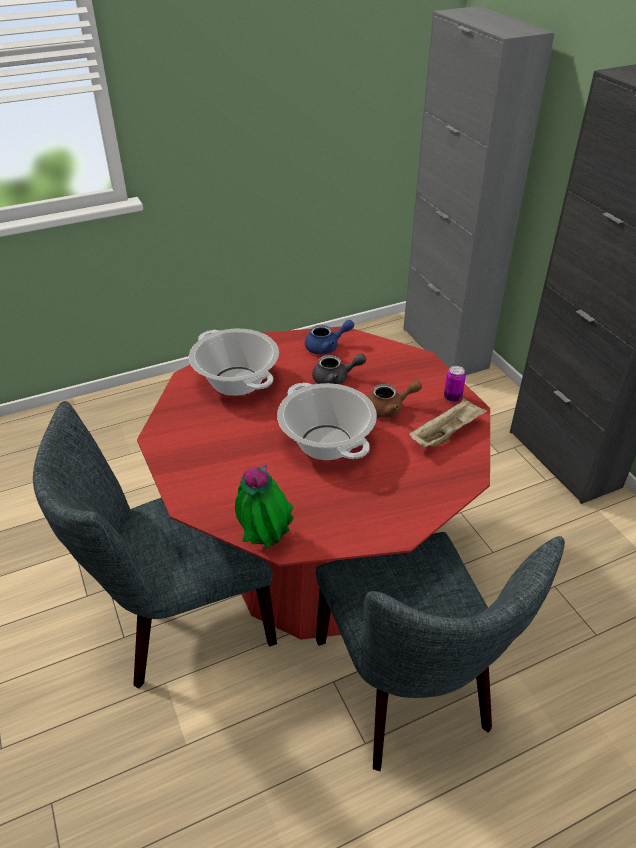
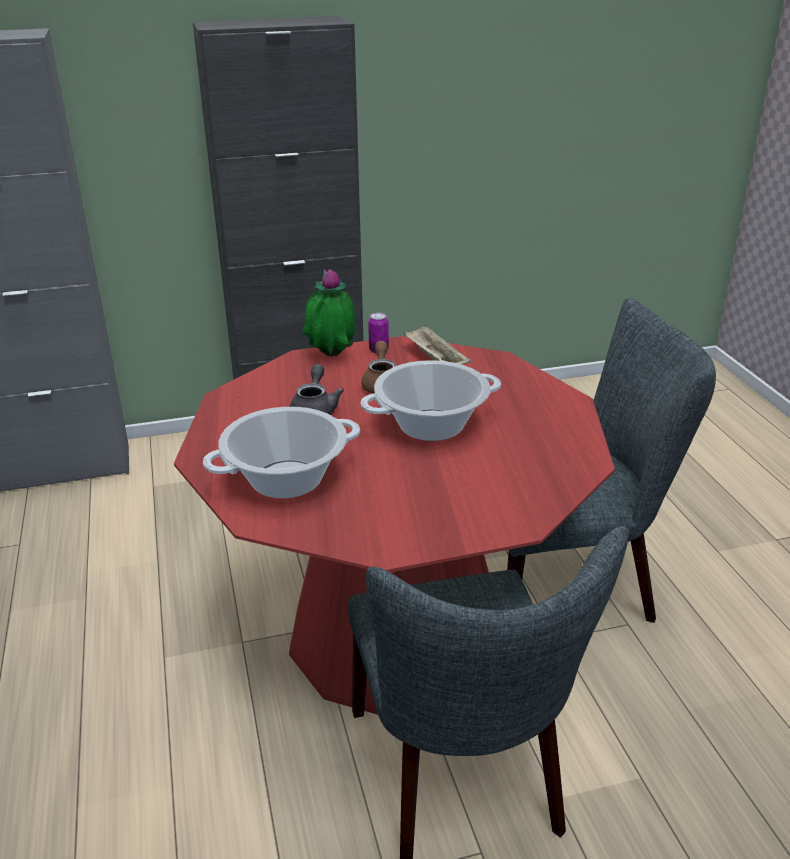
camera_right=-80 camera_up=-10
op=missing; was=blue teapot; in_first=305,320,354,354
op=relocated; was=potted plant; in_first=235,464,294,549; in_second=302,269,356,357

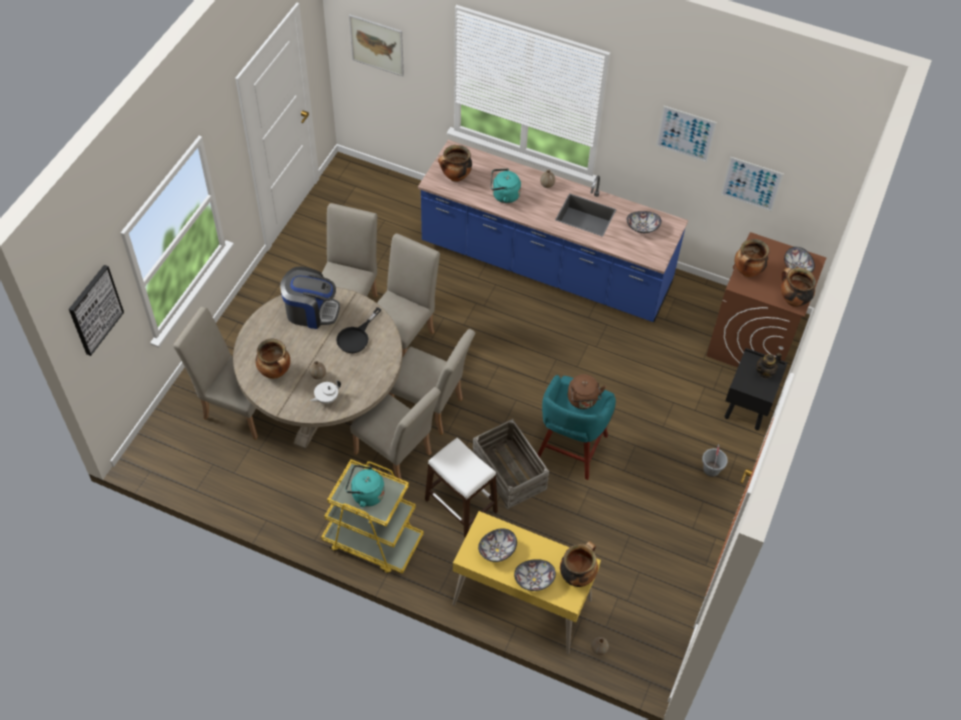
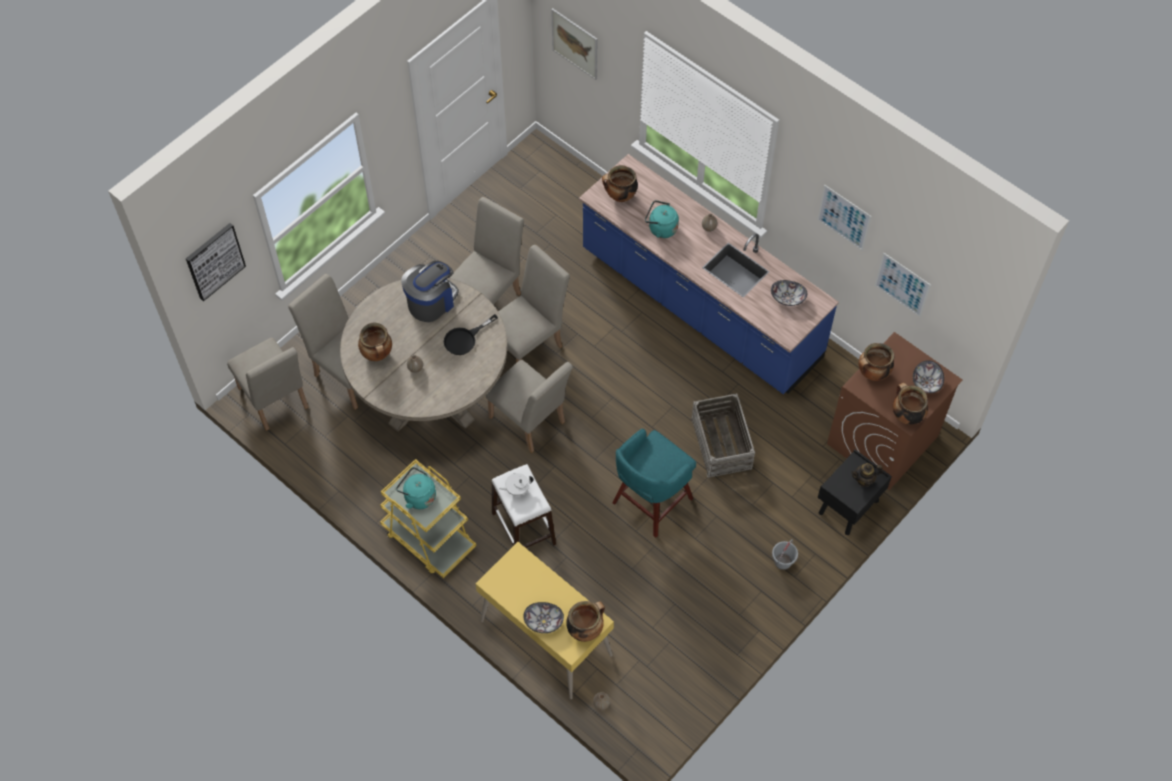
camera_right=20 camera_up=5
op=spun; was=coffee machine; in_first=280,267,340,329; in_second=401,261,459,322; clockwise=-75
op=missing; was=brown kettle; in_first=568,374,606,409
op=relocated; was=white teapot; in_first=310,381,341,404; in_second=499,473,534,496
op=relocated; was=beige chair; in_first=350,387,441,483; in_second=227,338,309,431
op=relocated; was=crate; in_first=473,419,549,509; in_second=691,393,755,478
op=missing; was=bowl; in_first=478,528,517,562

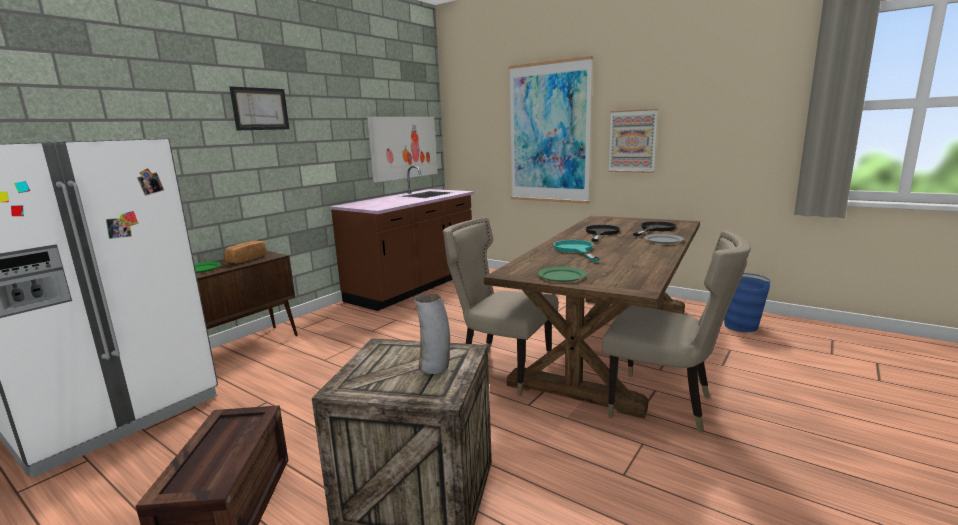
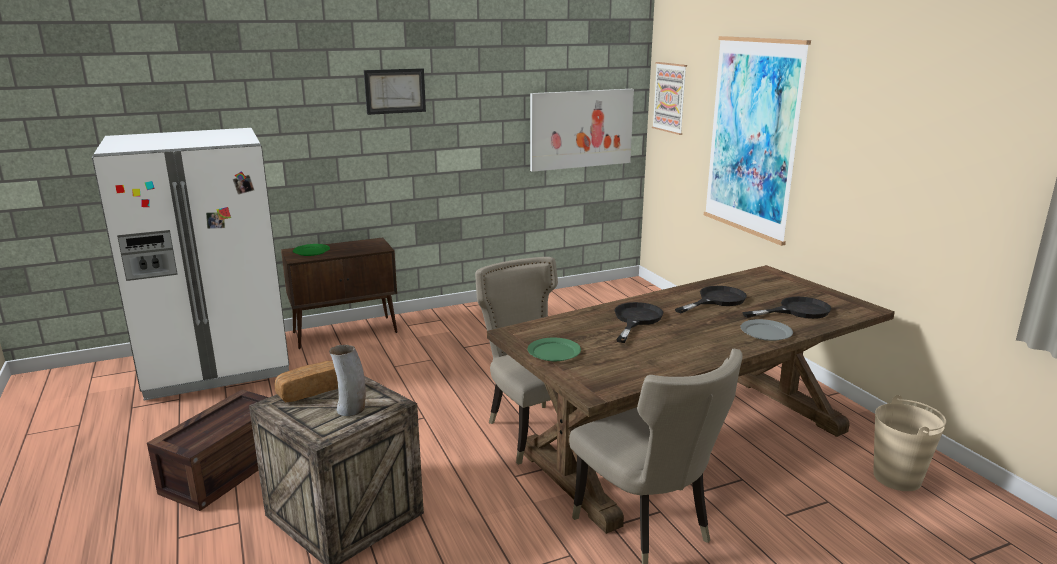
camera_right=30 camera_up=5
op=relocated; was=picture; in_first=608,109,658,173; in_second=652,62,687,135
op=missing; was=brown counter; in_first=330,166,474,311
op=relocated; was=bread; in_first=224,240,267,263; in_second=275,361,338,402
op=colour; was=turquoise frying pan; now=black frying pan; in_first=554,240,599,262; in_second=614,302,663,343
op=colour; was=blue bucket; now=beige bucket; in_first=724,273,771,332; in_second=873,395,946,491

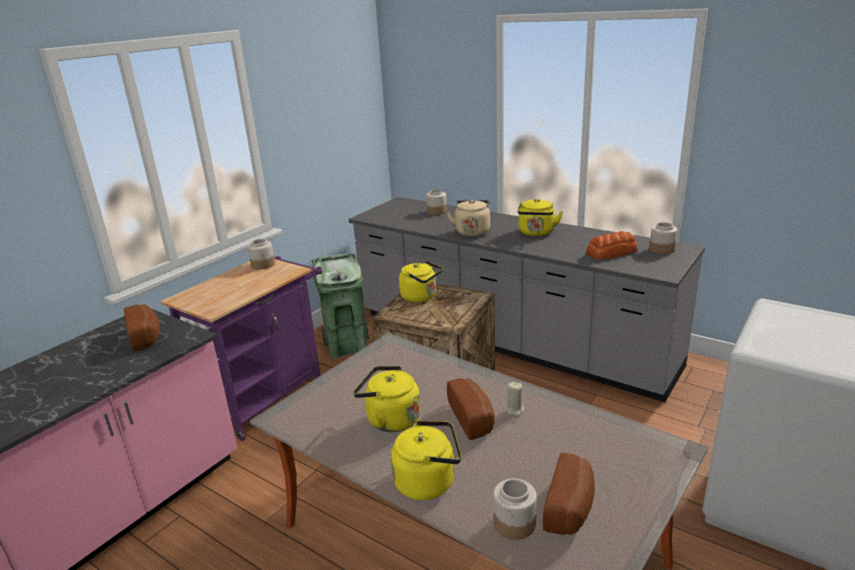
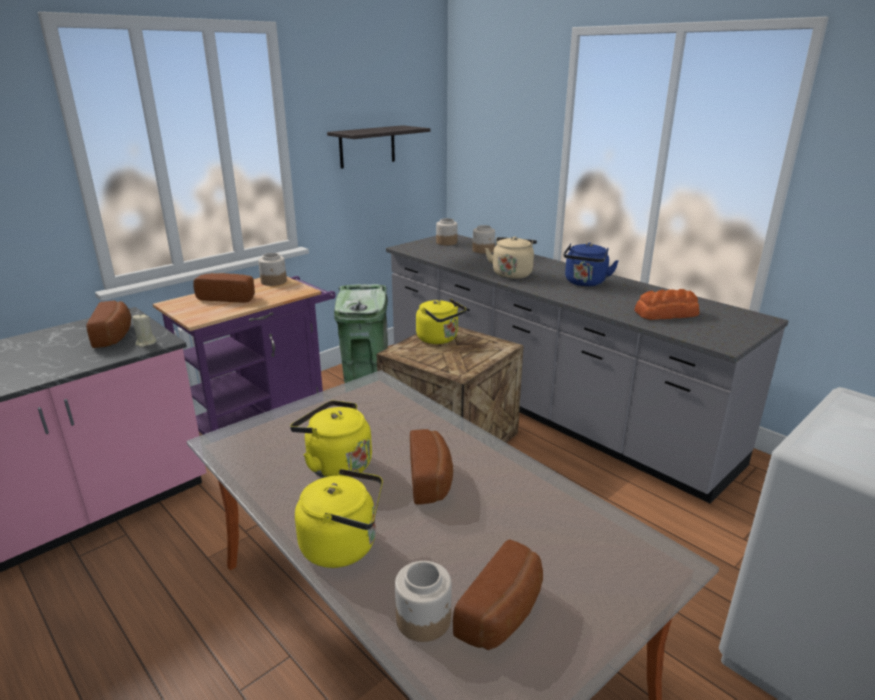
camera_right=10 camera_up=0
op=colour; was=yellow kettle; now=blue kettle; in_first=518,199,563,236; in_second=563,243,618,287
op=relocated; was=jar; in_first=649,222,677,254; in_second=436,218,458,246
op=relocated; was=beige candle; in_first=505,382,524,416; in_second=132,315,157,347
op=appeared; now=shelf; in_second=327,125,430,169
op=appeared; now=bread; in_second=193,273,255,303

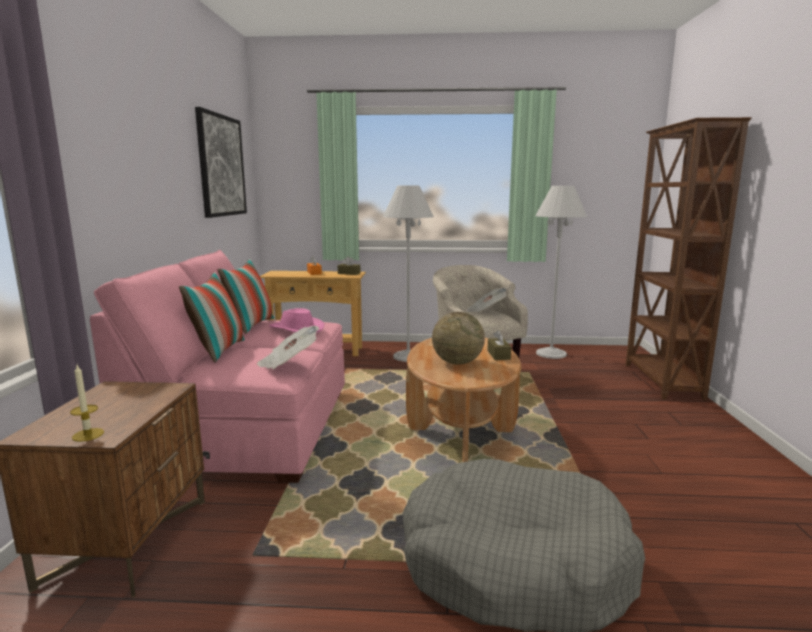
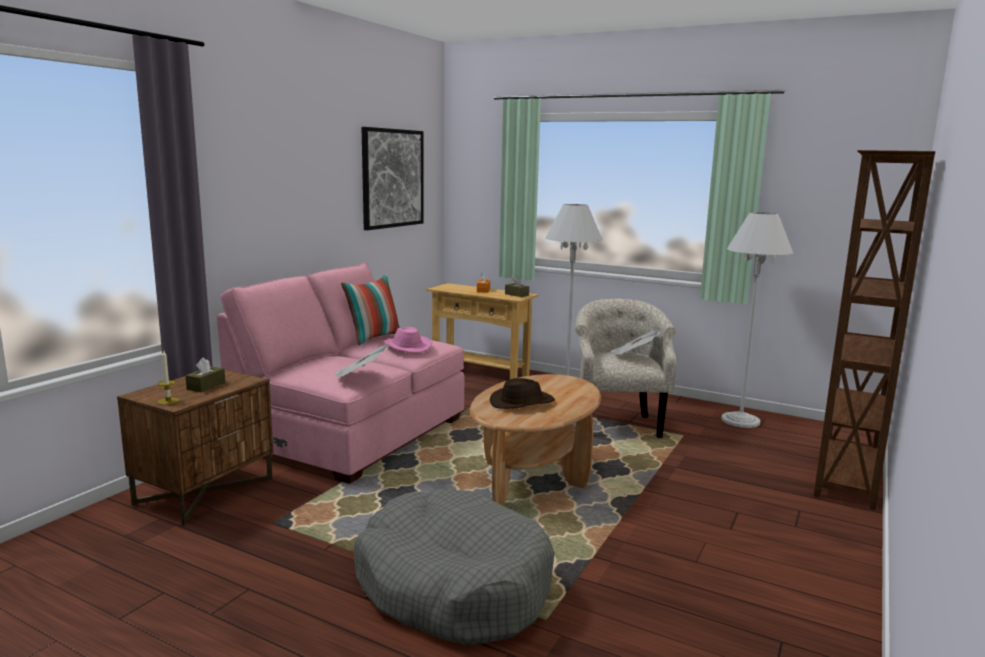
camera_right=25 camera_up=0
op=missing; was=pillow; in_first=179,272,245,362
op=exchanged; was=globe; now=brown hat; in_first=432,312,485,365; in_second=490,378,555,409
op=relocated; was=brown tissue box; in_first=487,330,511,360; in_second=185,357,225,392

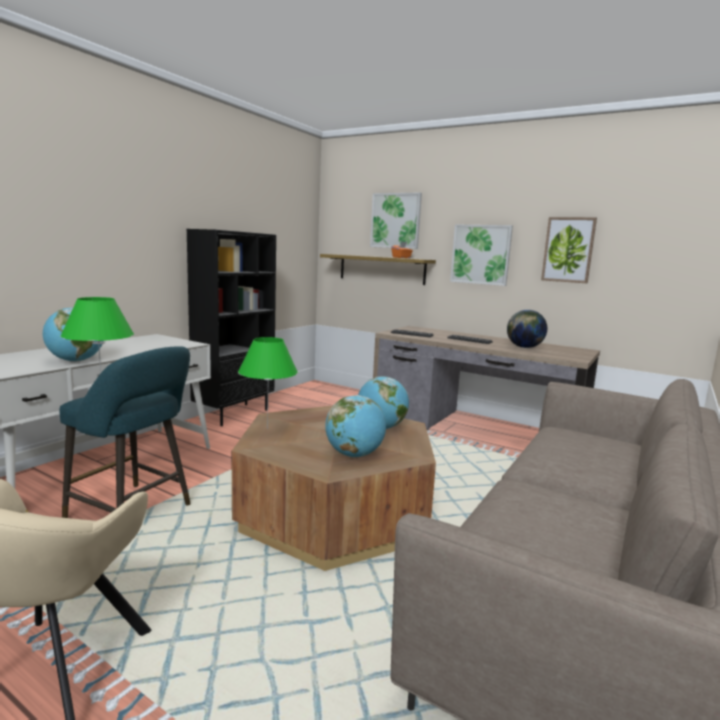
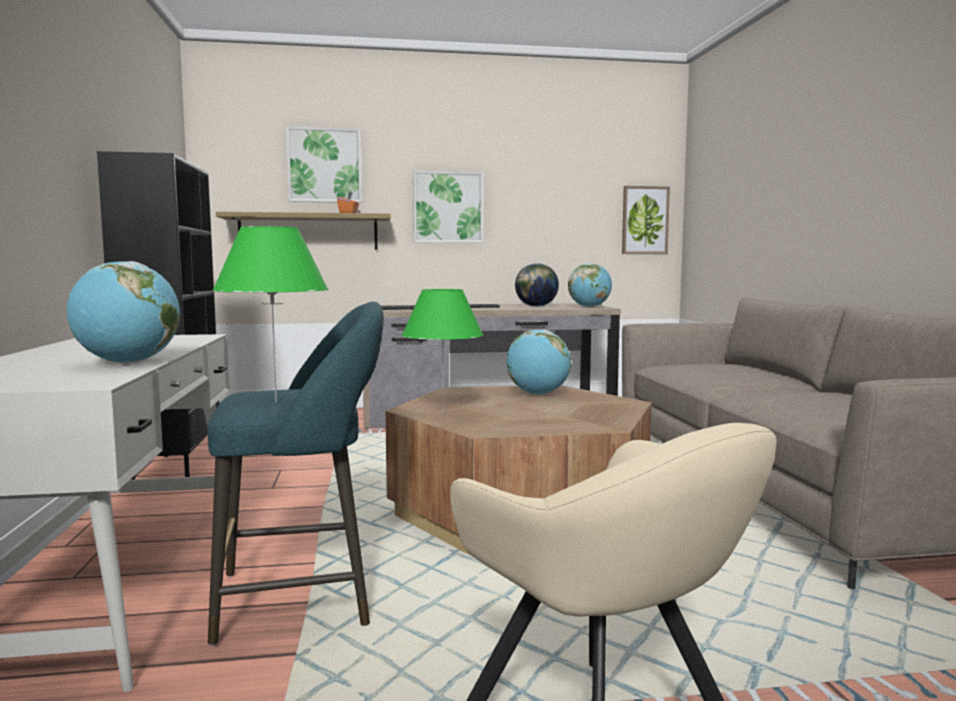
camera_right=-40 camera_up=-5
op=relocated; was=picture; in_first=541,217,597,283; in_second=622,186,670,254
op=relocated; was=globe; in_first=325,395,386,457; in_second=568,263,612,307

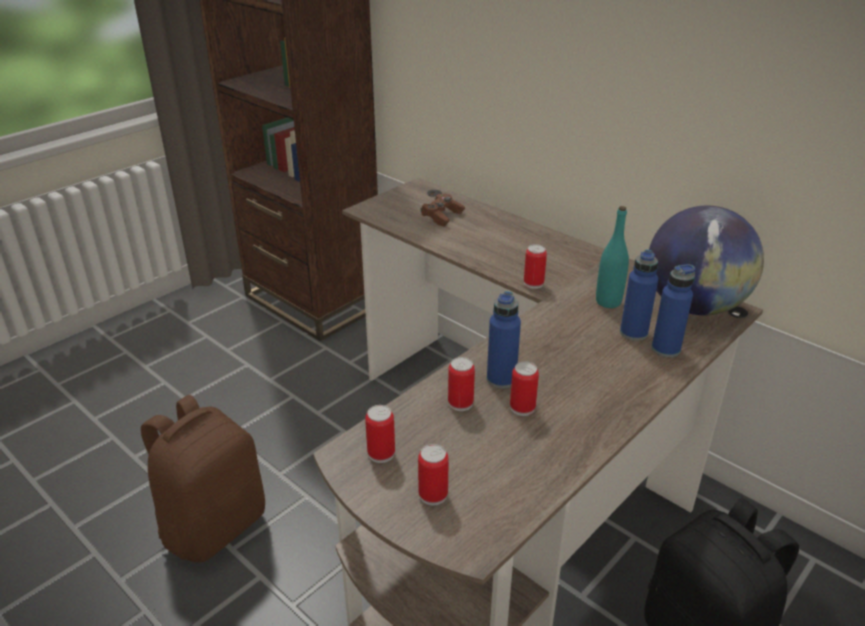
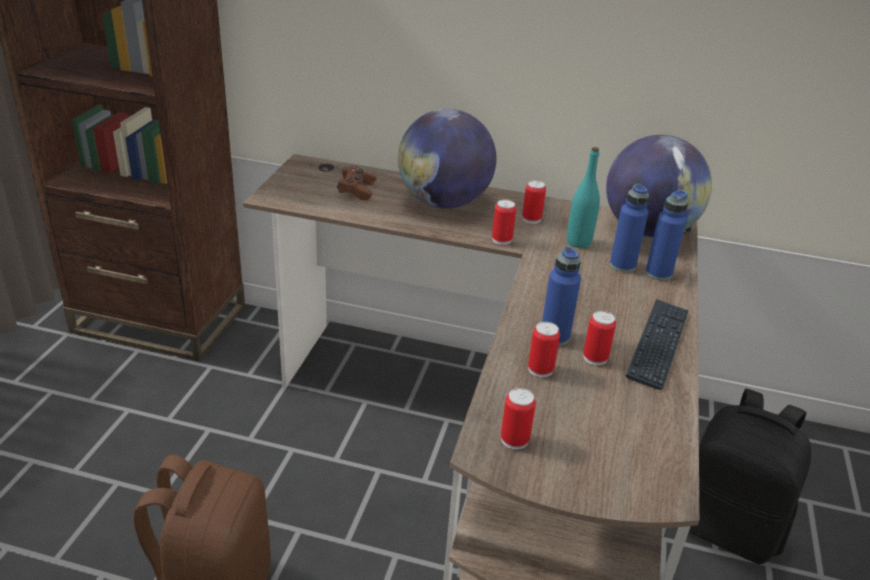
camera_right=-30 camera_up=0
op=relocated; was=can; in_first=418,444,449,505; in_second=522,180,546,224
op=appeared; now=globe; in_second=398,109,496,209
op=appeared; now=keyboard; in_second=626,299,689,390

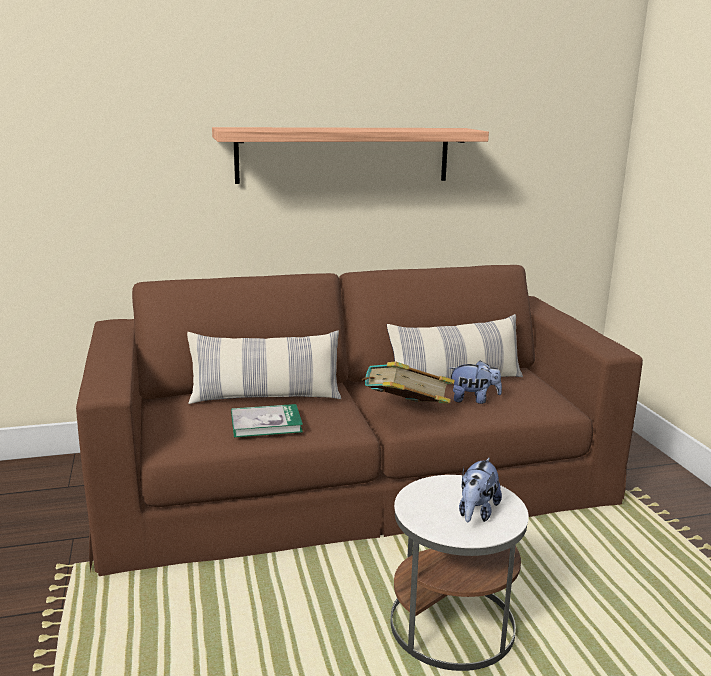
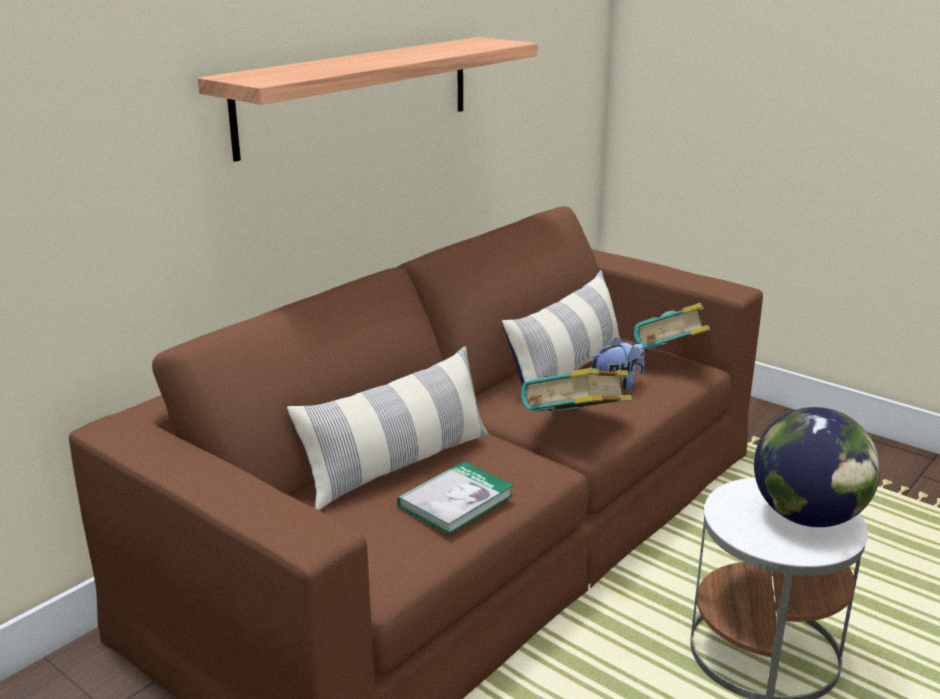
camera_right=-35 camera_up=5
op=exchanged; was=plush toy; now=globe; in_first=459,458,502,522; in_second=754,407,880,527
op=appeared; now=book; in_second=634,303,710,349

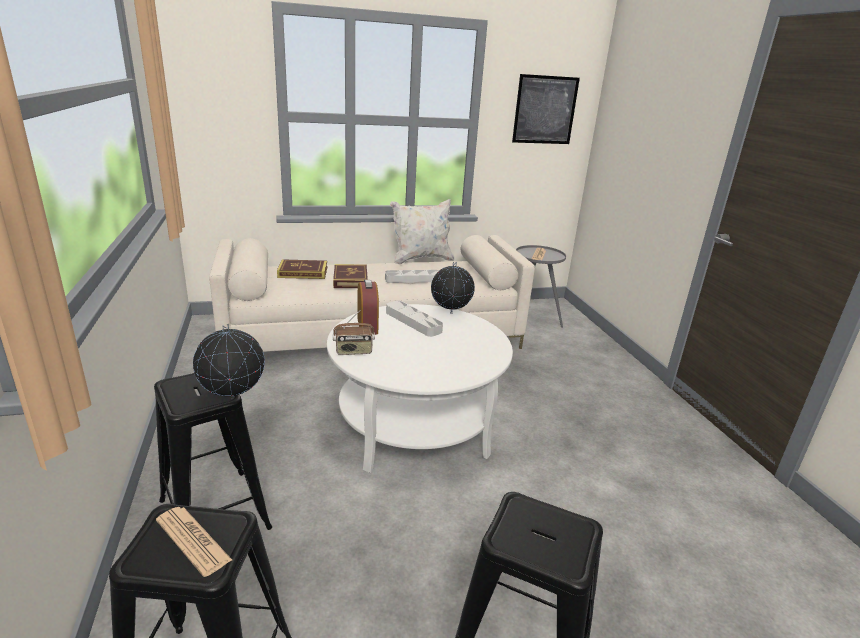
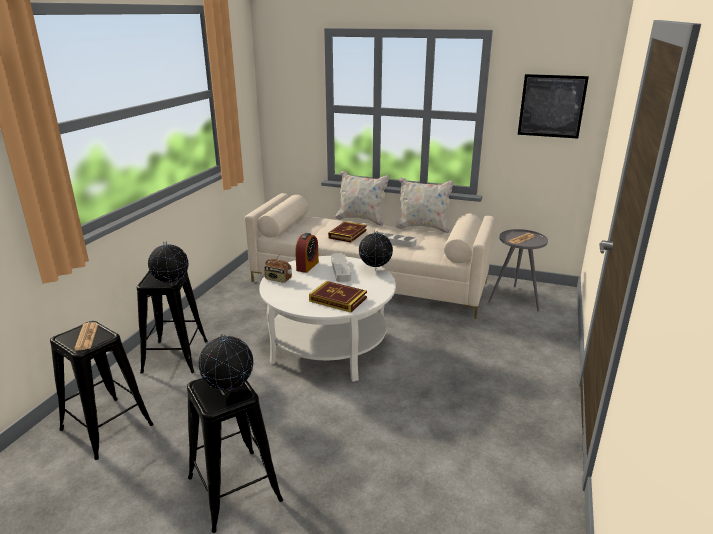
camera_right=35 camera_up=0
op=relocated; was=book; in_first=277,259,327,279; in_second=309,281,367,312
op=appeared; now=white pillow; in_second=335,171,390,226
op=appeared; now=globe; in_second=198,334,254,391

